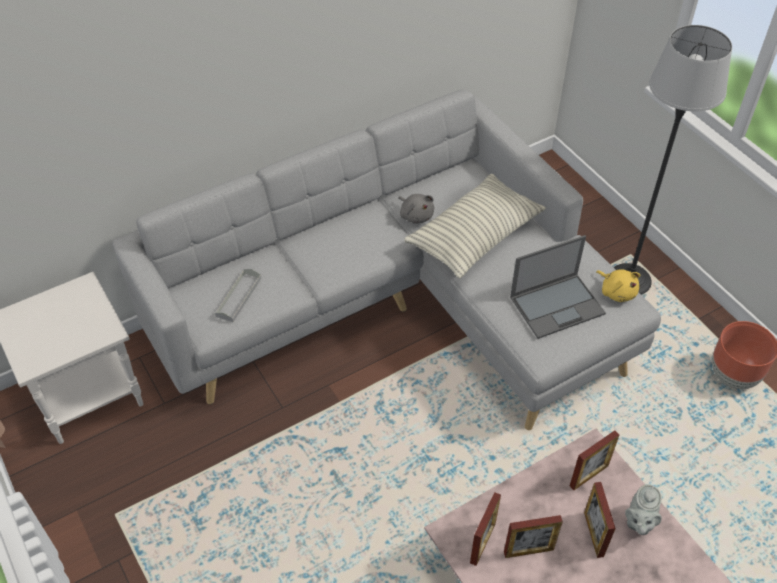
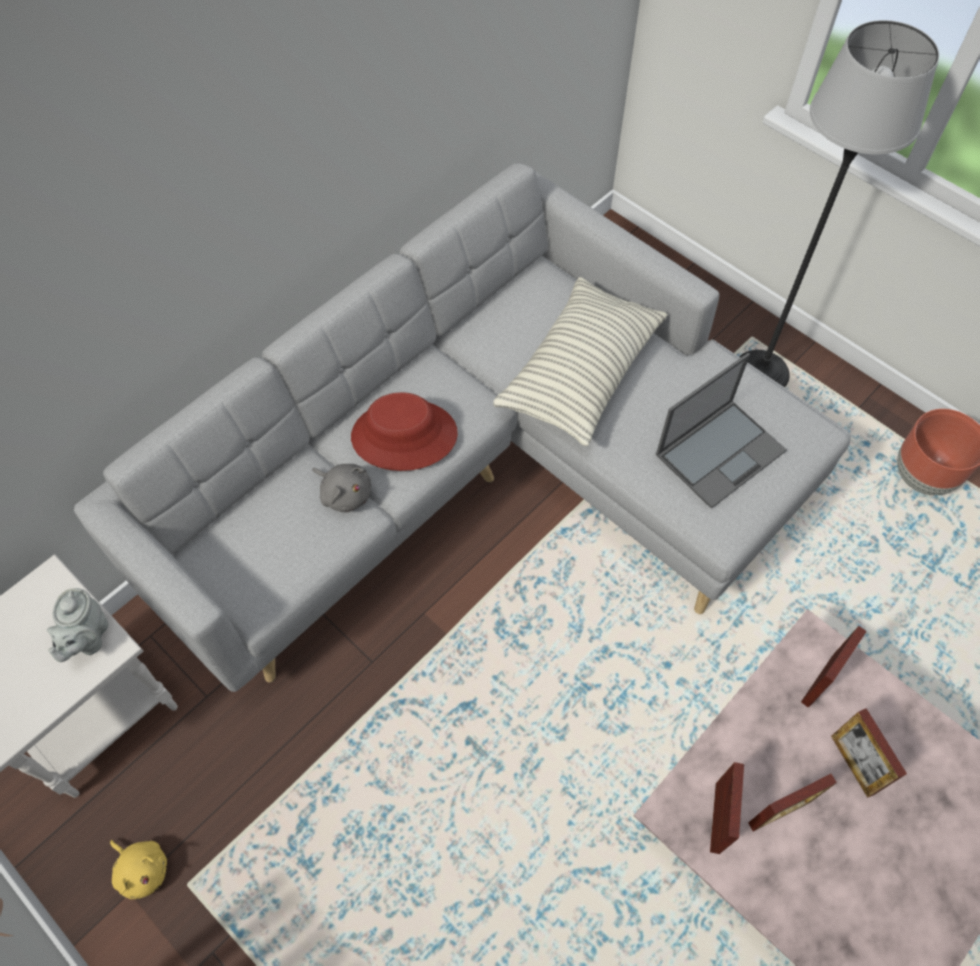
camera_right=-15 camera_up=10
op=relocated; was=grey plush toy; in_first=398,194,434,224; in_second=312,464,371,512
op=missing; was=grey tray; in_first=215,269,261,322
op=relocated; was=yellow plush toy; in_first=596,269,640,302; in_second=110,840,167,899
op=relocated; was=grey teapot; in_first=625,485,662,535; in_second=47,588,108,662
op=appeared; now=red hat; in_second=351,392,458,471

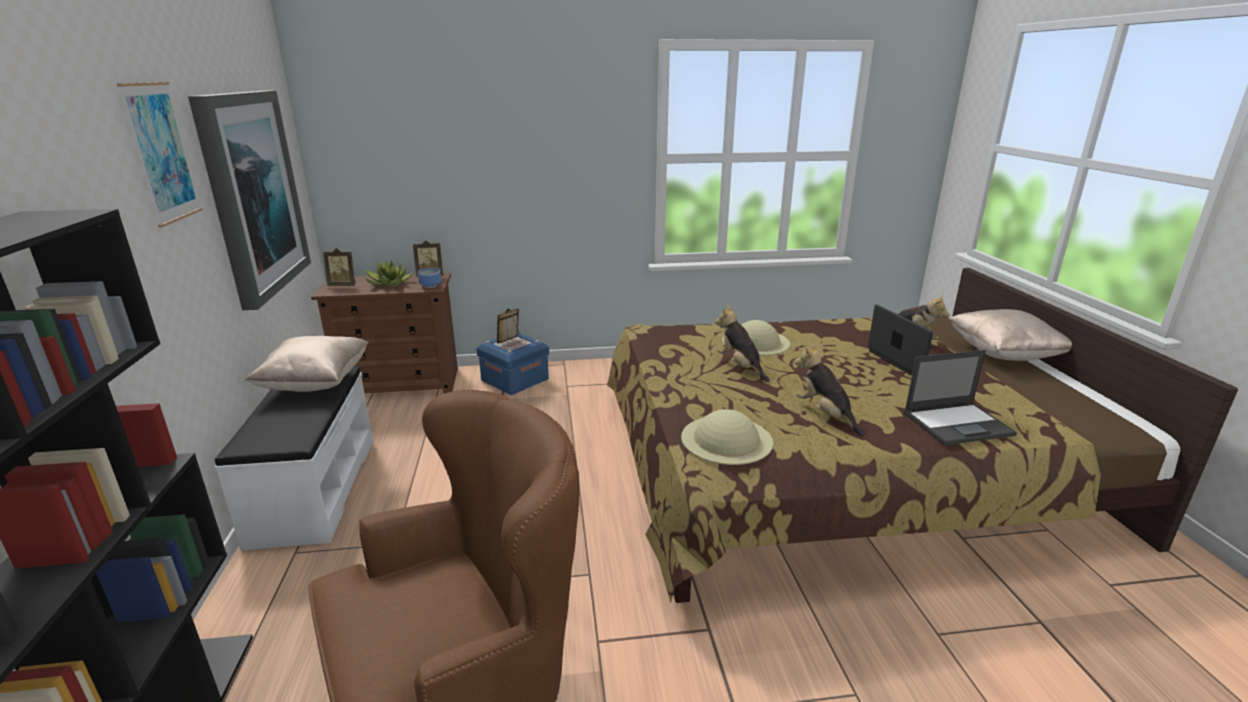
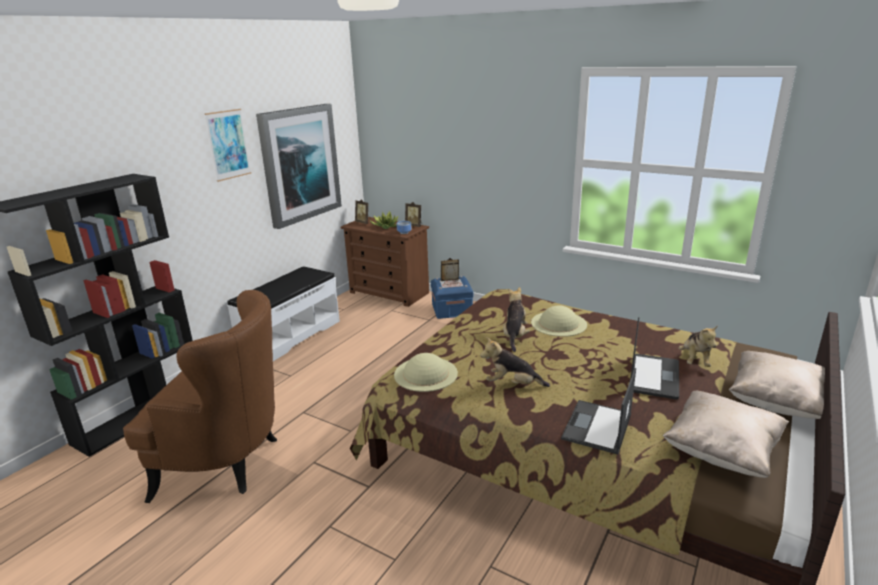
camera_right=40 camera_up=0
op=relocated; was=beige pillow; in_first=245,336,369,392; in_second=663,391,789,478
op=spun; was=plush toy; in_first=795,343,864,435; in_second=480,337,550,387; clockwise=-90
op=spun; was=laptop; in_first=904,350,1017,445; in_second=561,368,636,454; clockwise=90

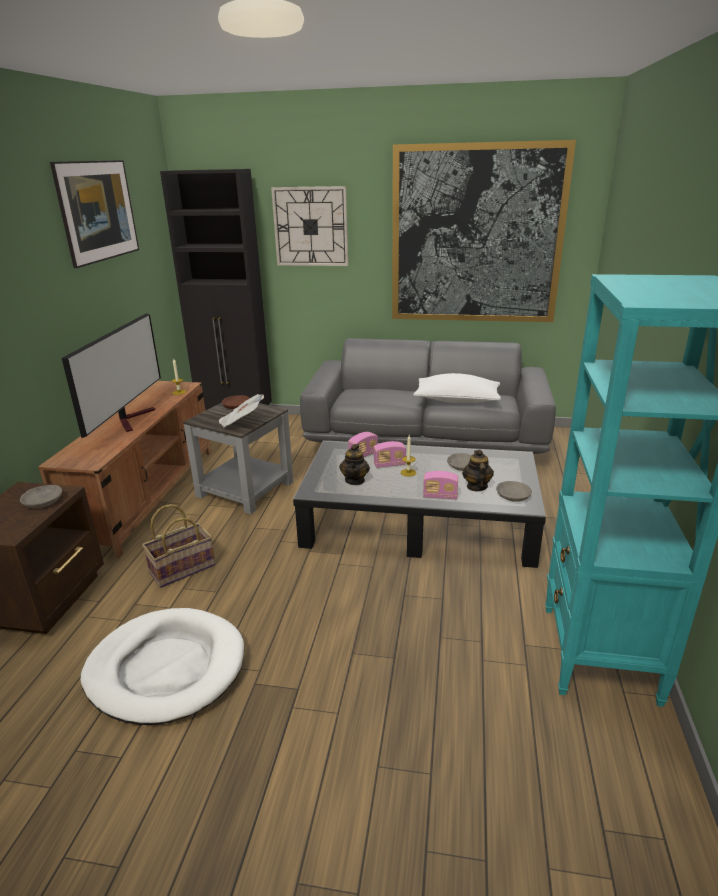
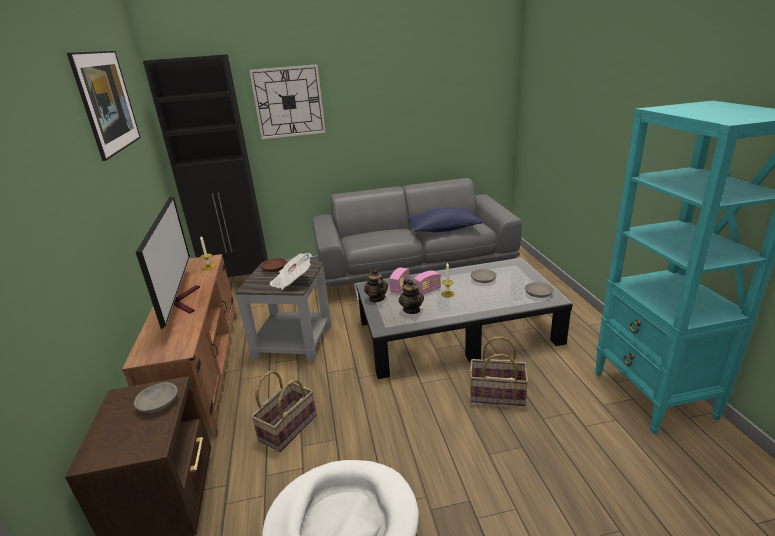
camera_right=-20 camera_up=0
op=missing; was=picture; in_first=392,140,576,322
op=colour; was=white pillow; now=blue pillow; in_first=414,373,501,403; in_second=407,207,482,232
op=relocated; was=teapot; in_first=462,449,494,491; in_second=364,269,388,302
op=missing; was=radio; in_first=423,471,458,499
op=appeared; now=basket; in_second=470,336,529,406

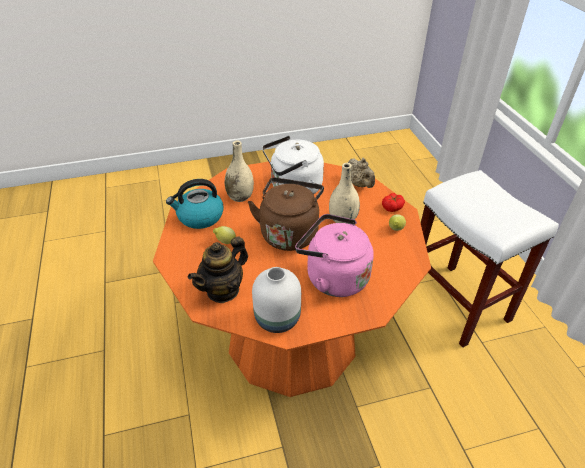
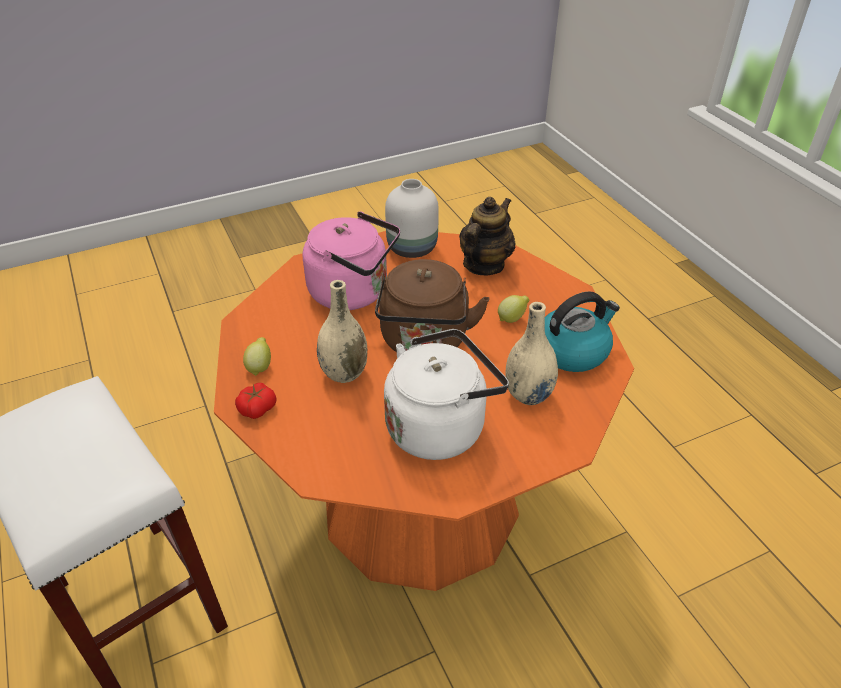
camera_right=170 camera_up=0
op=missing; was=beige teapot; in_first=348,158,375,188

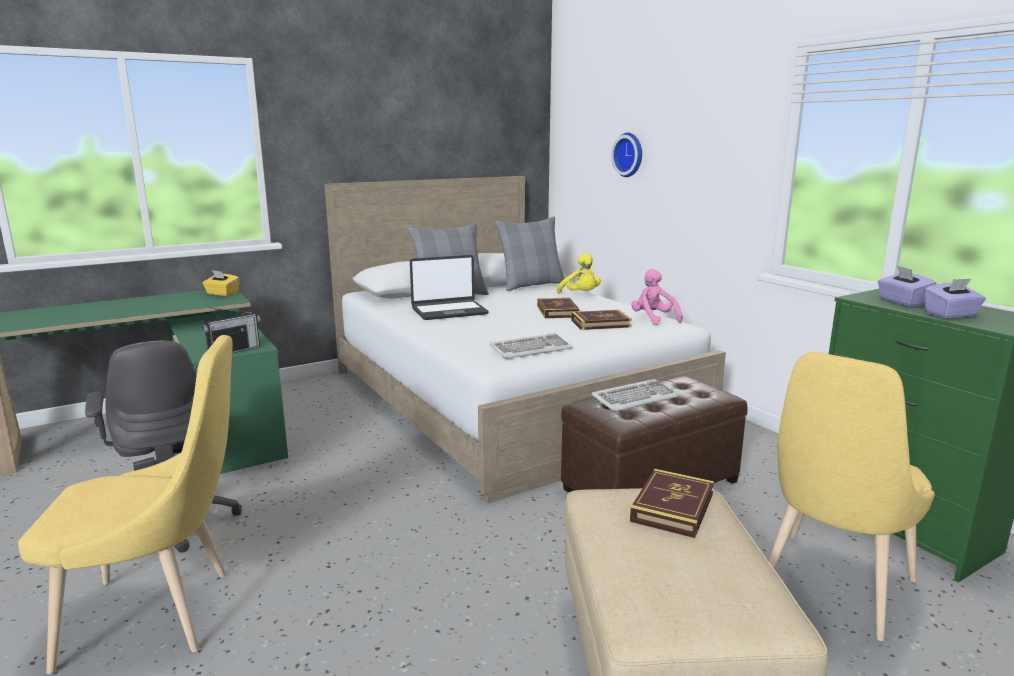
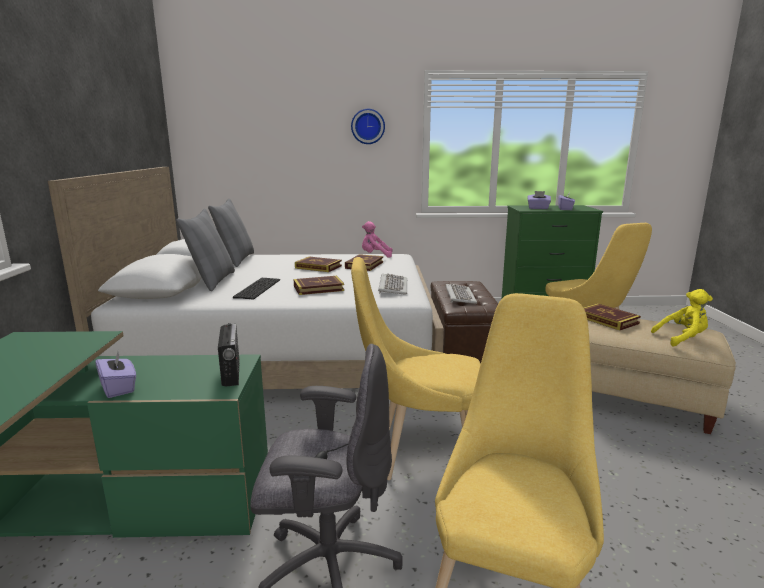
camera_right=-60 camera_up=0
op=relocated; was=wall clock; in_first=611,133,642,177; in_second=351,109,385,144
op=relocated; was=yellow plush toy; in_first=557,253,601,294; in_second=651,289,713,346
op=exchanged; was=laptop; now=keyboard; in_first=410,255,489,320; in_second=233,278,280,299
op=missing; was=yellow tissue box; in_first=202,270,239,296
op=appeared; now=yellow chair; in_second=351,257,481,480
op=appeared; now=book; in_second=294,276,344,295
op=appeared; now=purple tissue box; in_second=95,351,136,398

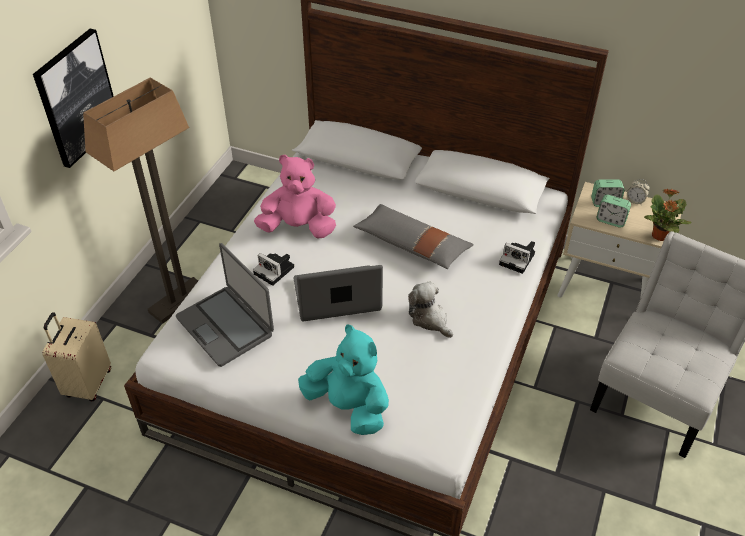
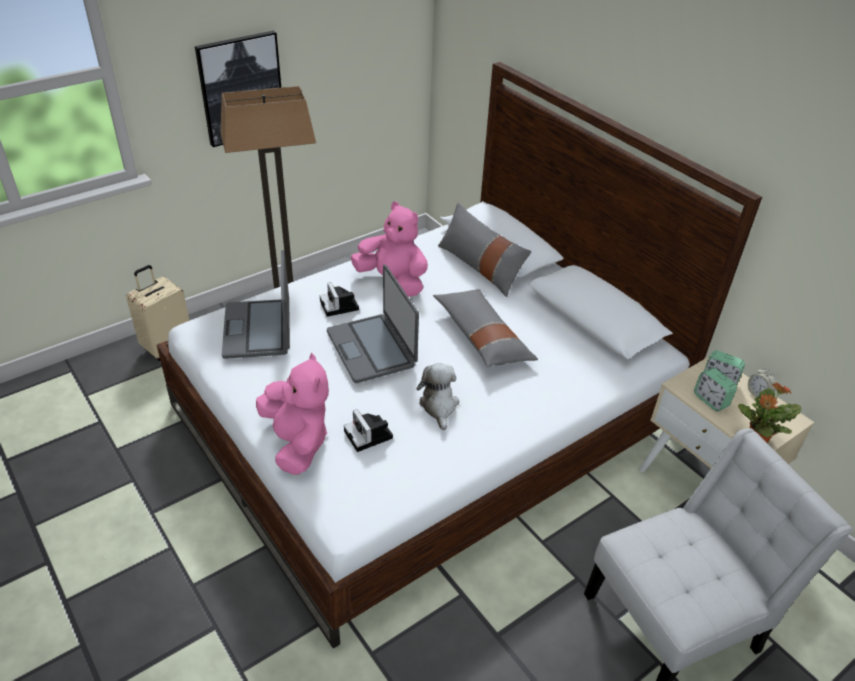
camera_right=30 camera_up=-5
op=relocated; was=photo camera; in_first=499,241,535,274; in_second=344,409,393,452
op=spun; was=laptop; in_first=294,265,383,321; in_second=327,264,419,383; clockwise=-135
op=colour; was=turquoise plush toy; now=pink plush toy; in_first=298,324,389,435; in_second=256,353,329,475
op=appeared; now=grey pillow; in_second=438,202,532,297

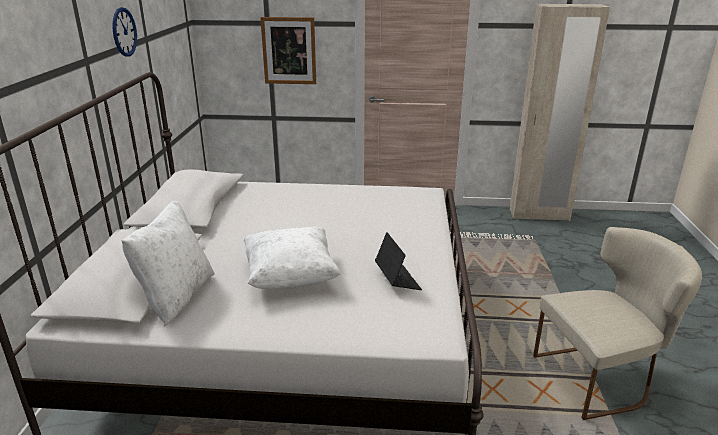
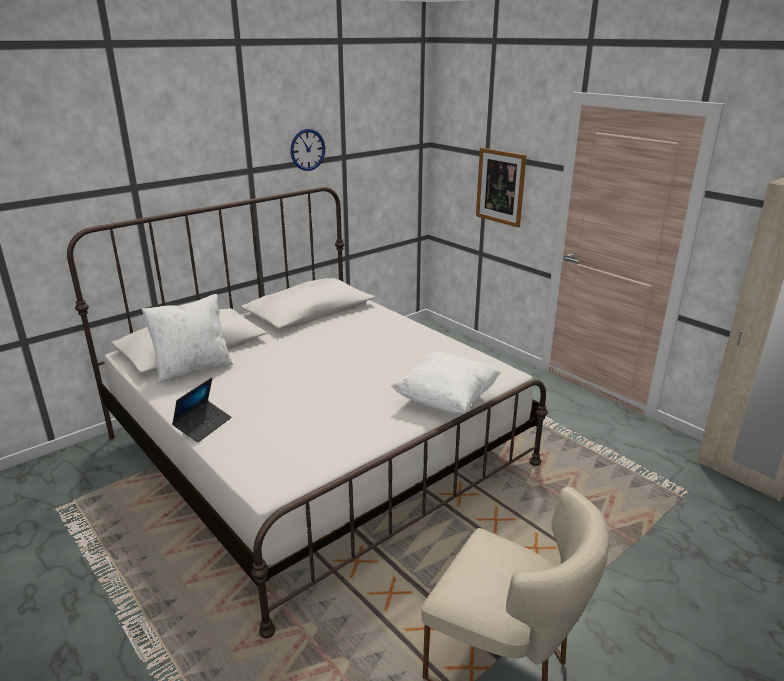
camera_right=45 camera_up=0
op=relocated; was=white pillow; in_first=244,227,341,289; in_second=391,351,501,413
op=relocated; was=laptop; in_first=375,232,422,290; in_second=172,378,231,442

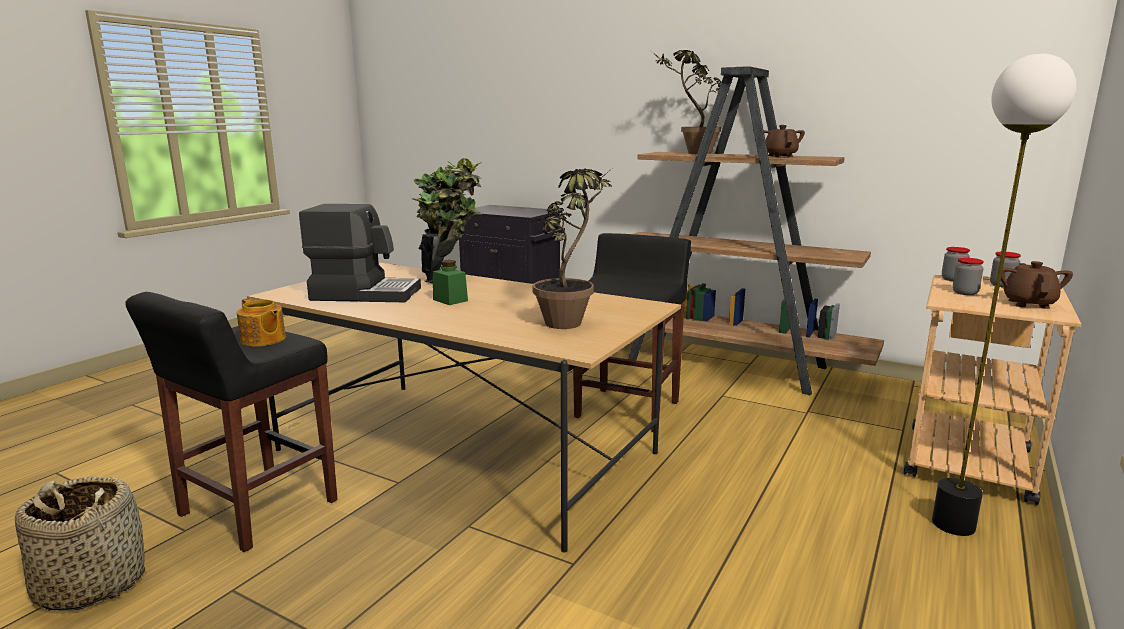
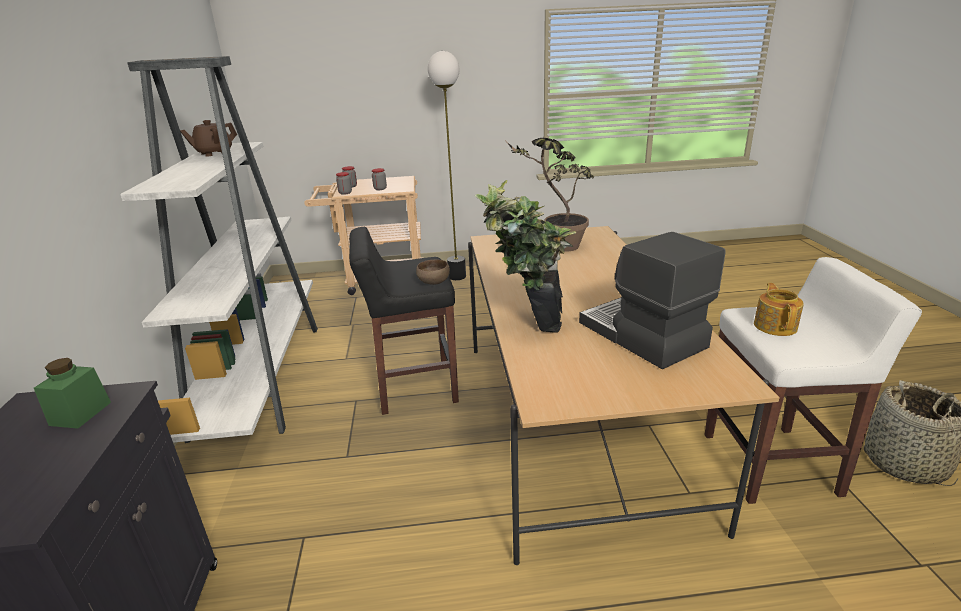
camera_right=-125 camera_up=10
op=missing; was=potted plant; in_first=651,50,721,154
op=colour; was=brown bookcase; now=white bookcase; in_first=628,66,884,395; in_second=120,56,318,443
op=relocated; was=green jar; in_first=433,260,468,305; in_second=34,358,111,429
op=missing; was=brown teapot; in_first=1001,261,1073,309
op=colour; was=black stool; now=white stool; in_first=125,292,338,552; in_second=704,257,922,504
op=appeared; now=brown bowl; in_second=416,259,450,285

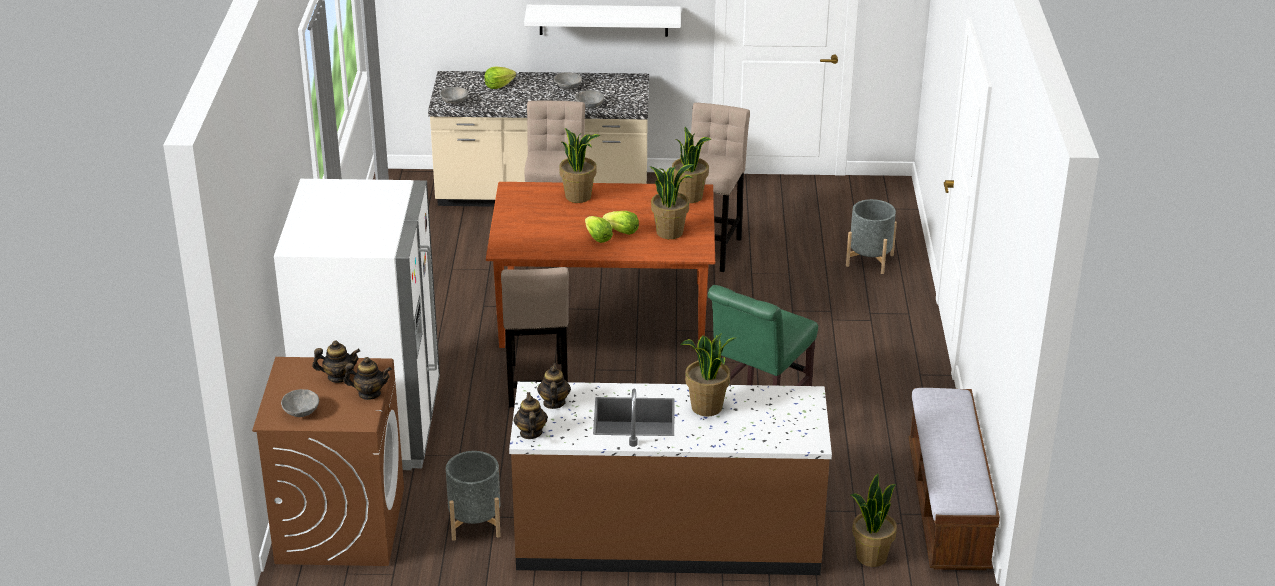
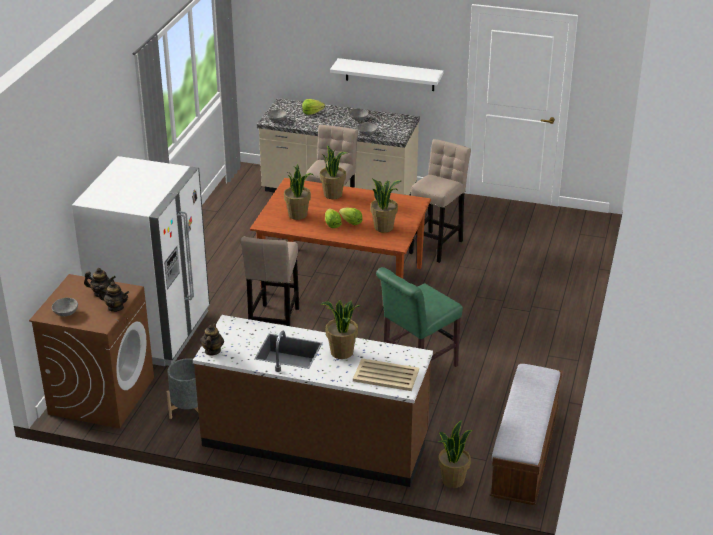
camera_right=15 camera_up=0
op=relocated; was=potted plant; in_first=672,127,711,203; in_second=284,164,313,220
op=missing; was=grey planter; in_first=846,199,897,274
op=missing; was=teapot; in_first=537,363,571,409
op=appeared; now=beige tray; in_second=353,358,419,391

